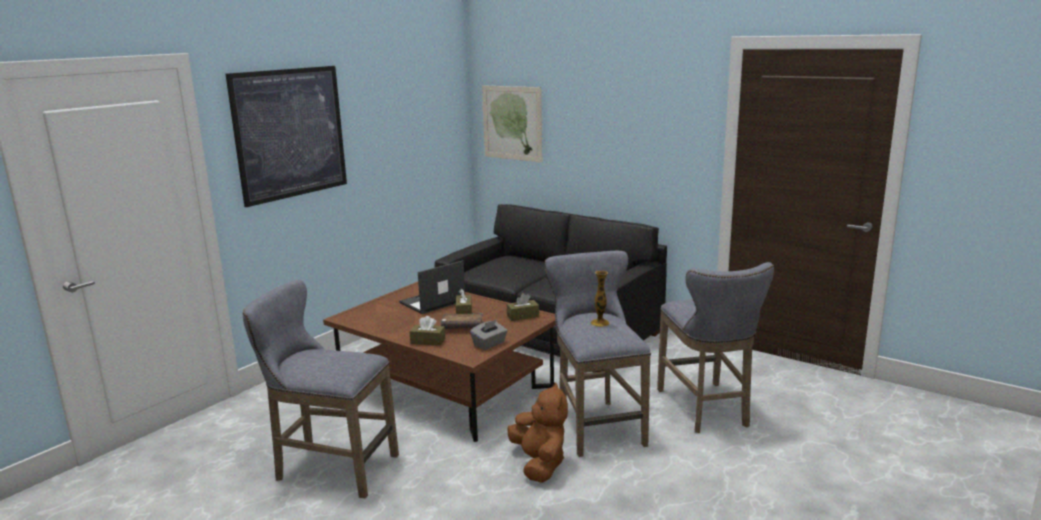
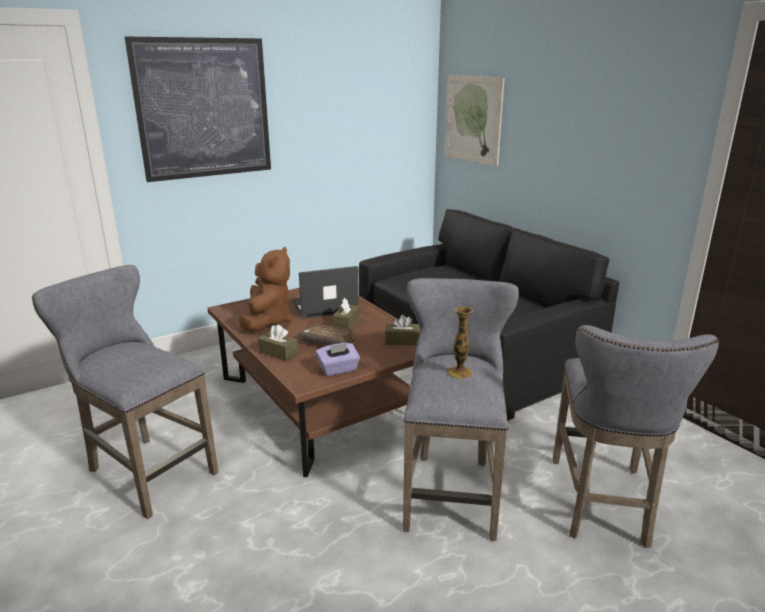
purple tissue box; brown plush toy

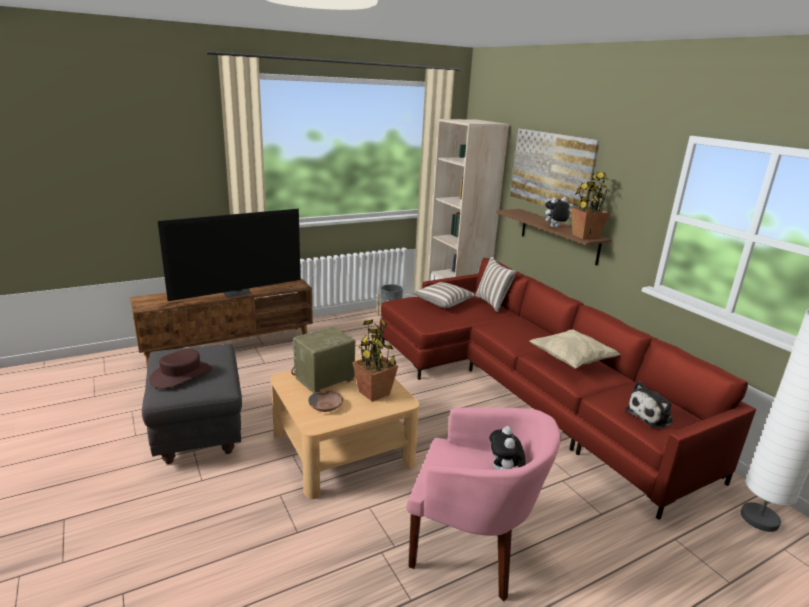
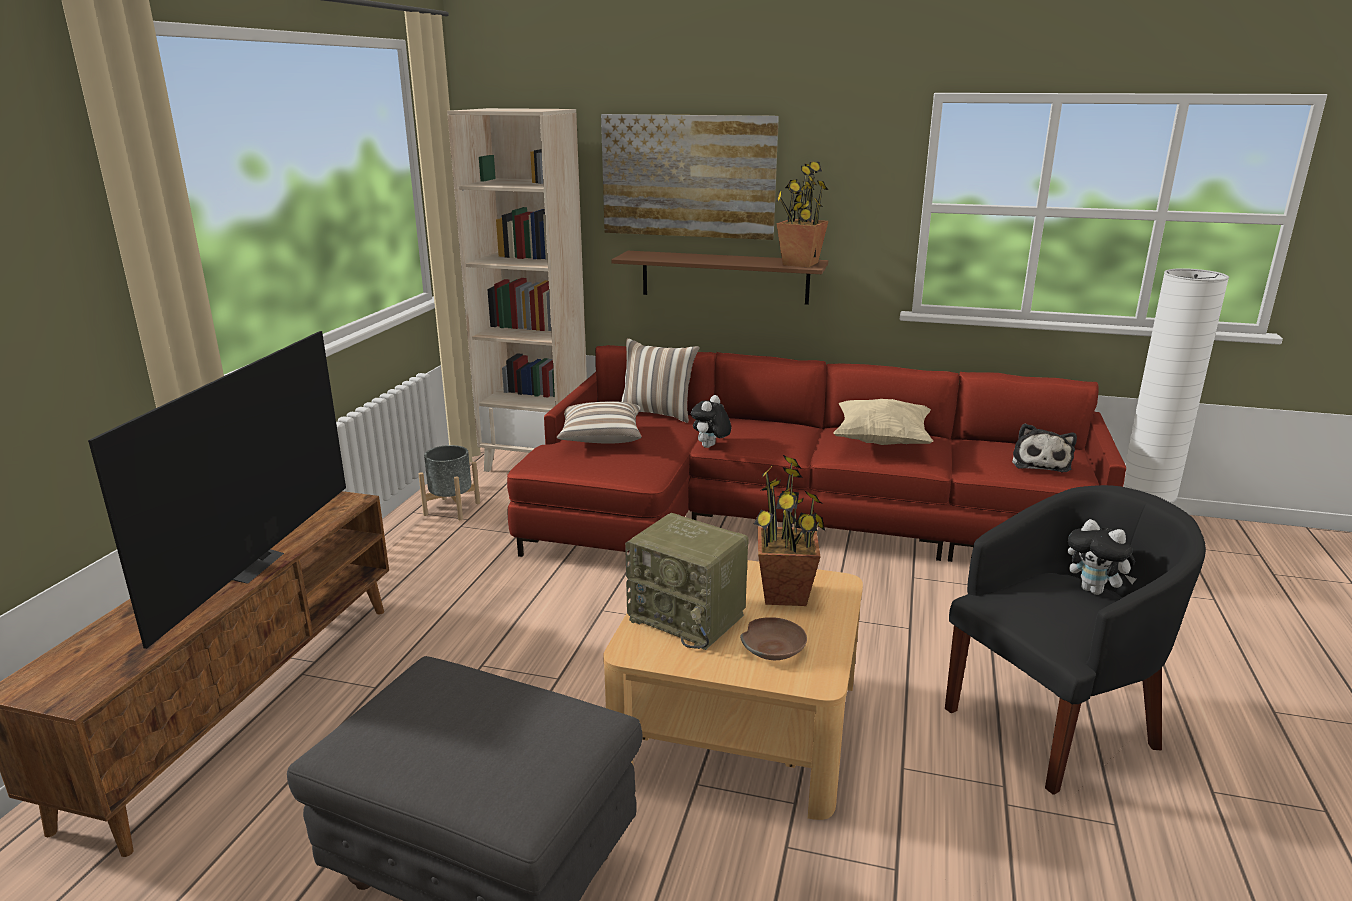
brown hat; radio; black armchair; plush toy (no. 1 from left)

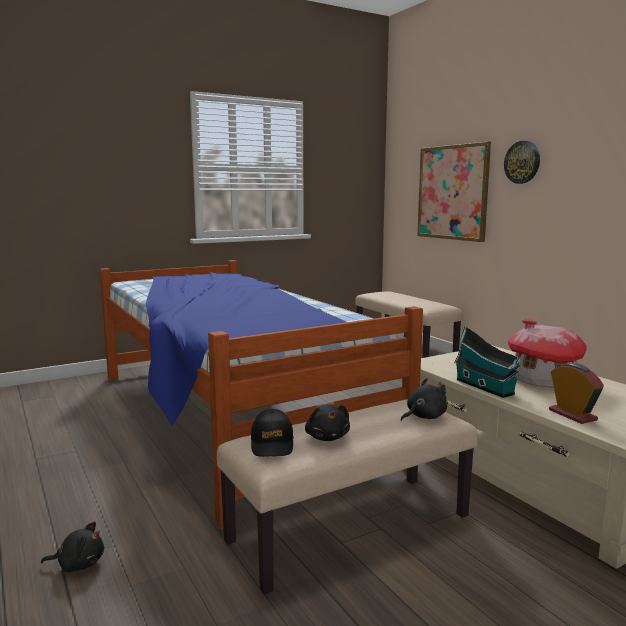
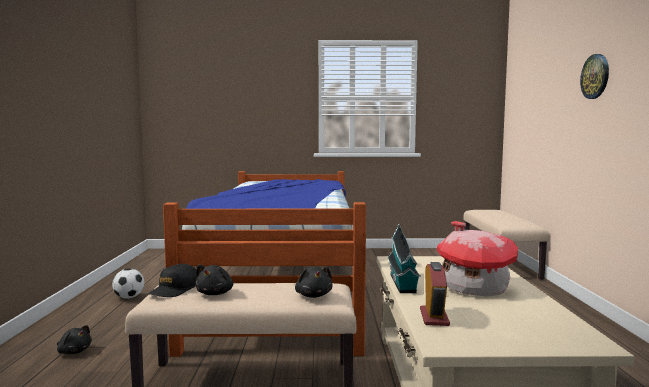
black plush toy (no. 3 from left); picture; football

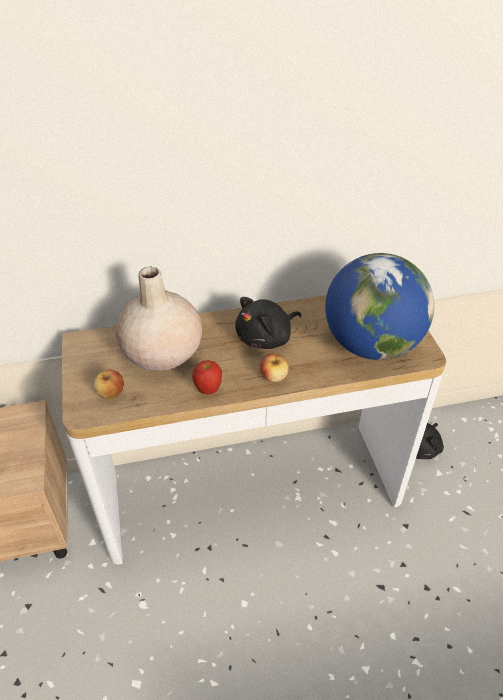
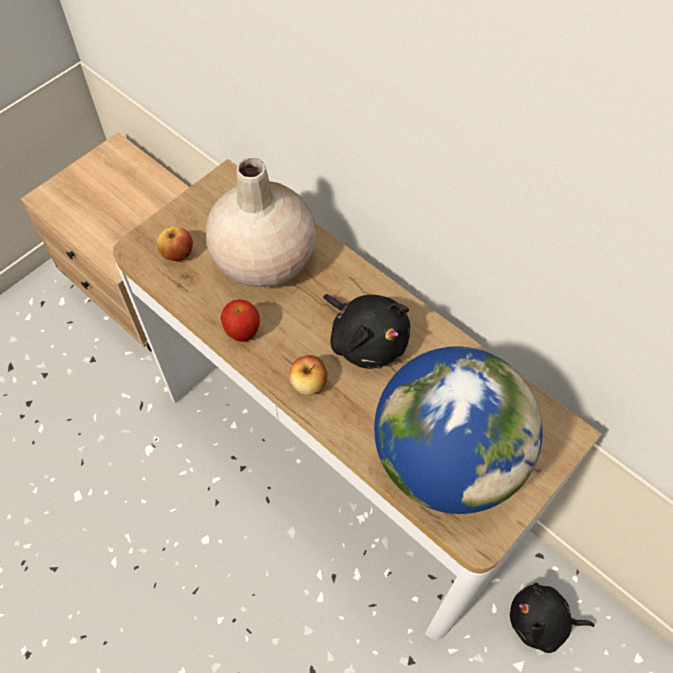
black plush toy (no. 1 from left)

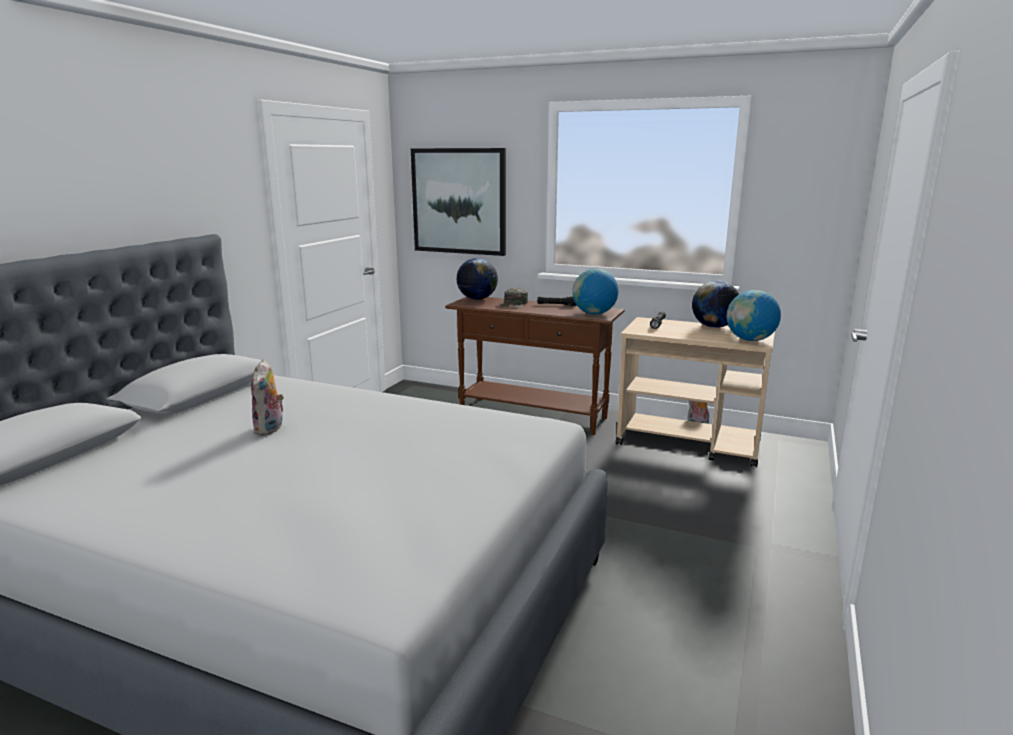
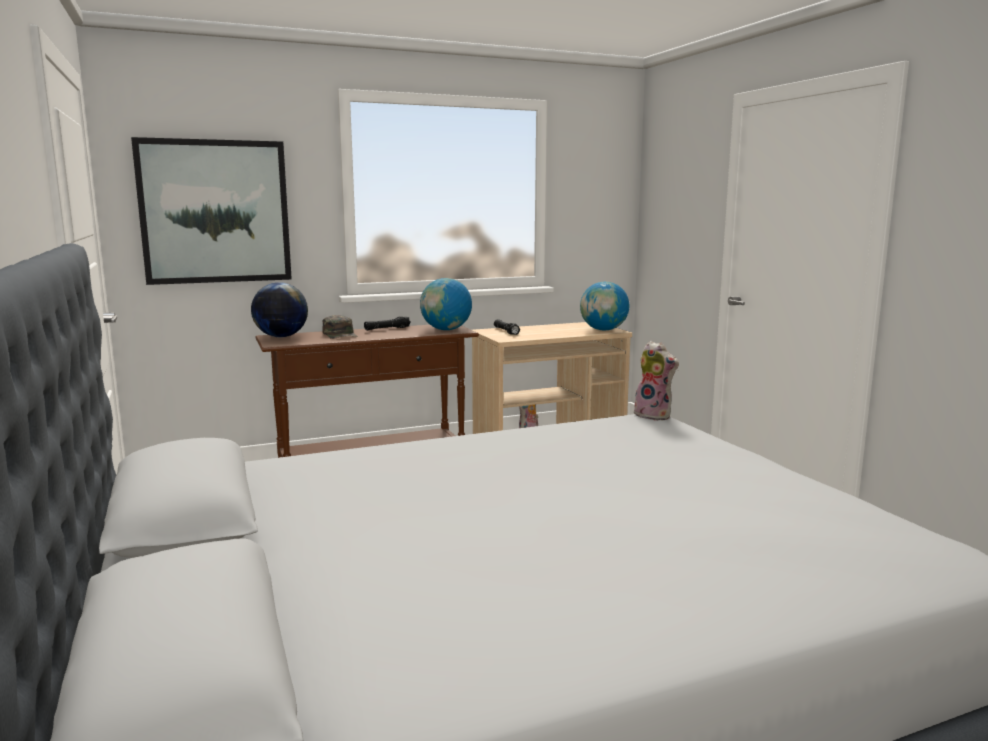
plush toy (no. 2 from left); globe (no. 3 from left in the first image)

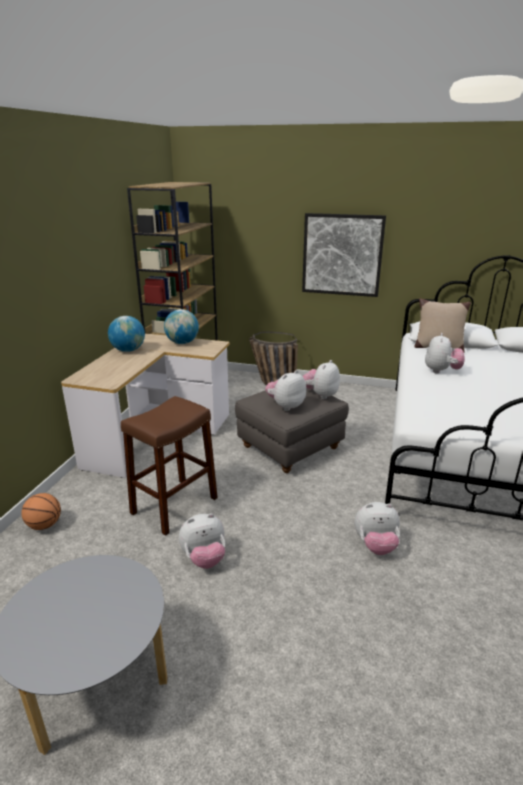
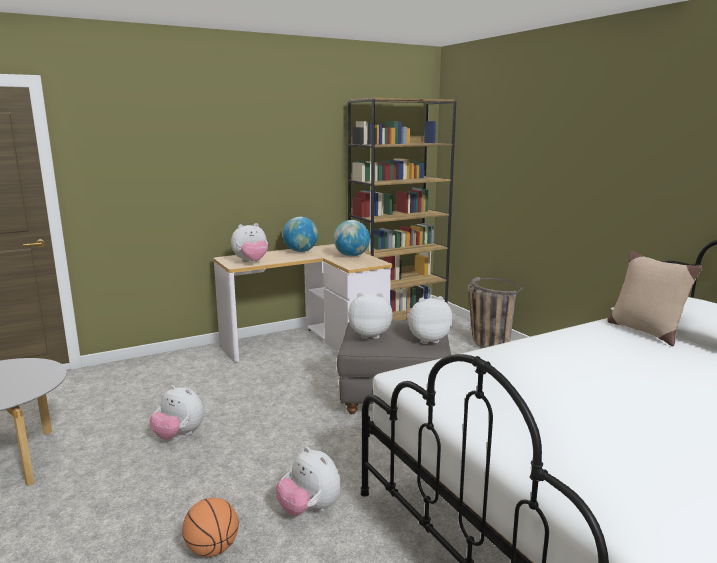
basketball; brown stool; picture; plush toy (no. 2 from left)

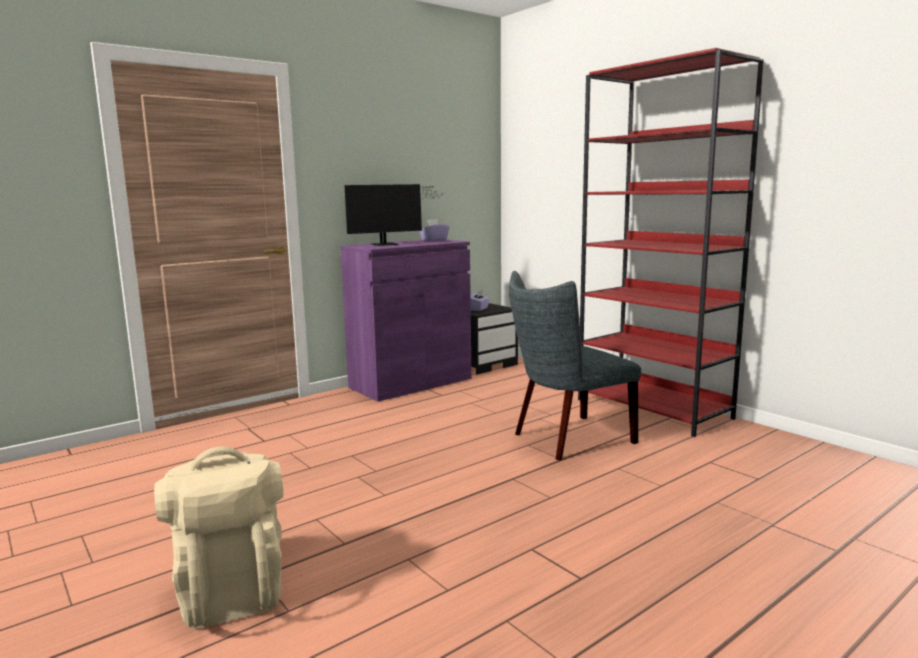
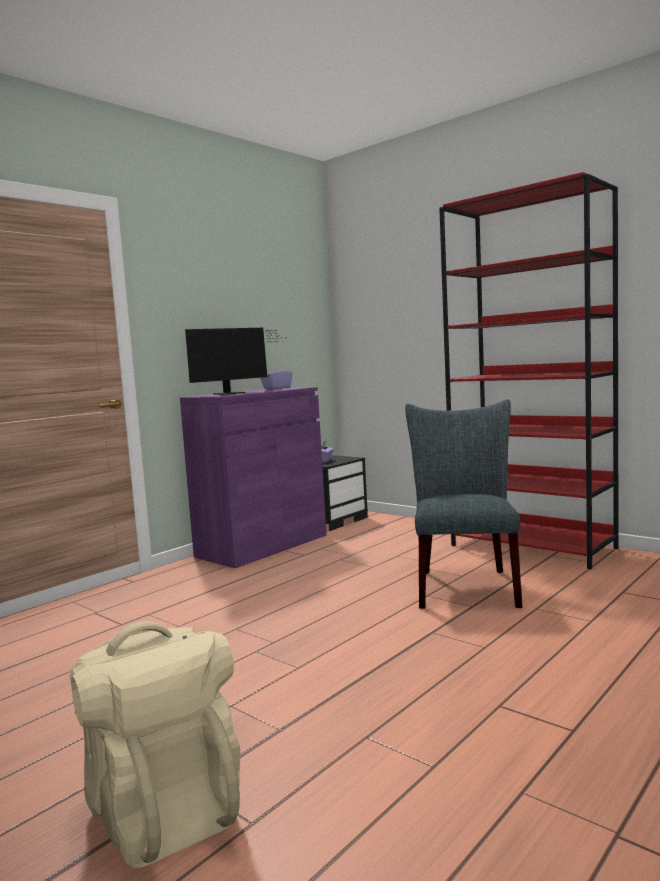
grey chair

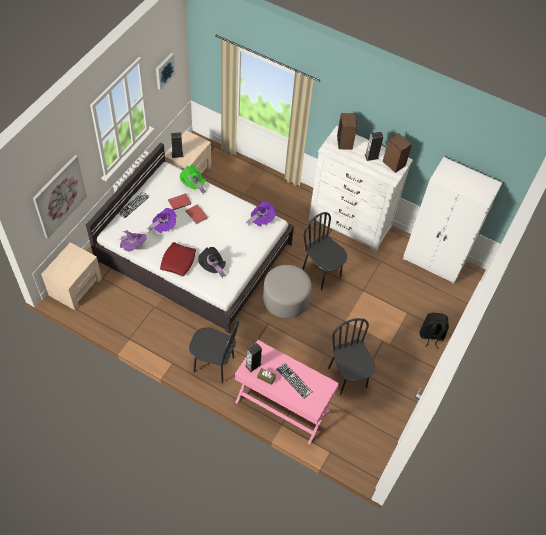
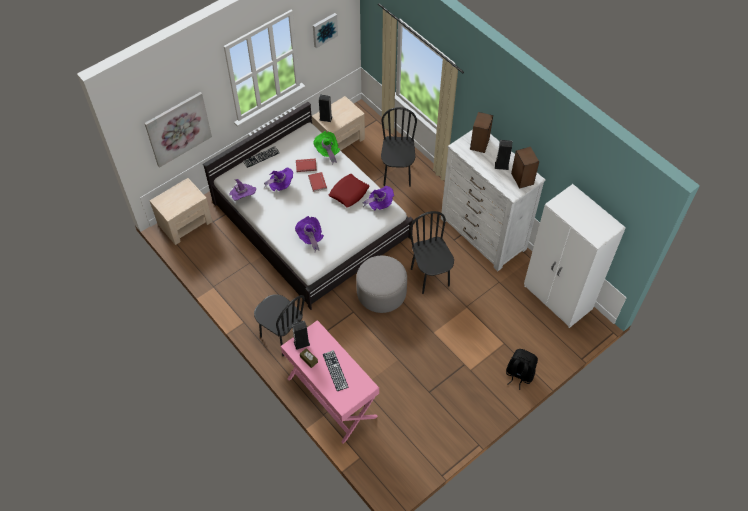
red pillow; purple hat (no. 3 from left); black chair (no. 2 from left)

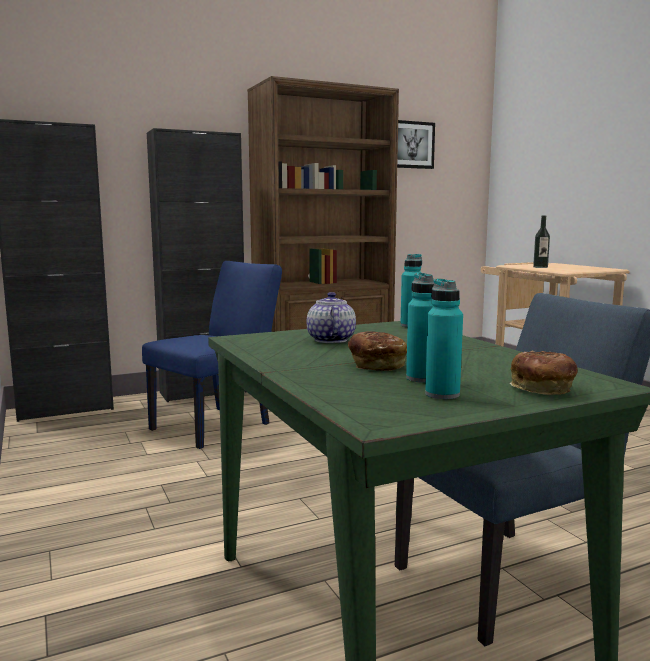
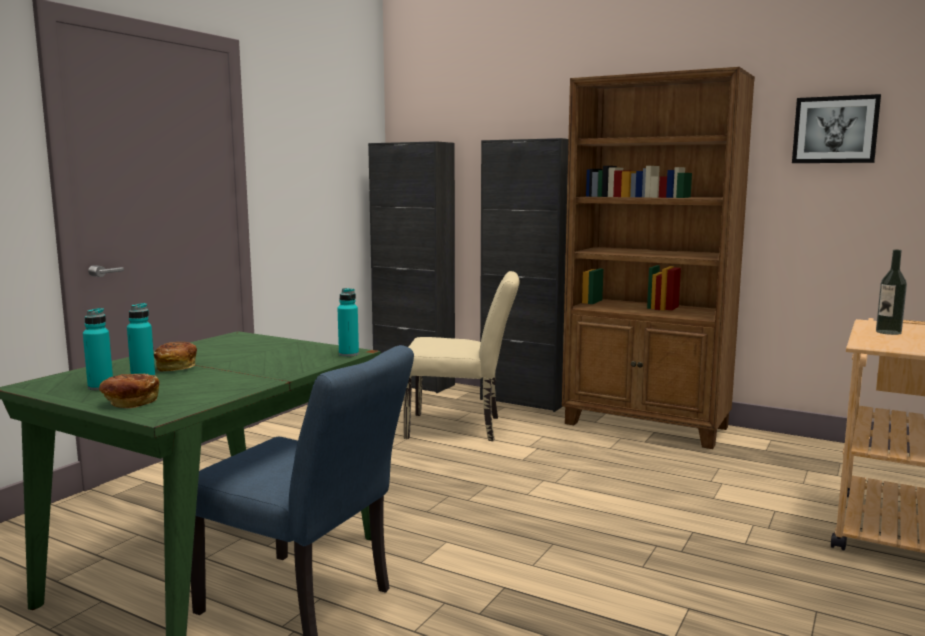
beige chair; teapot

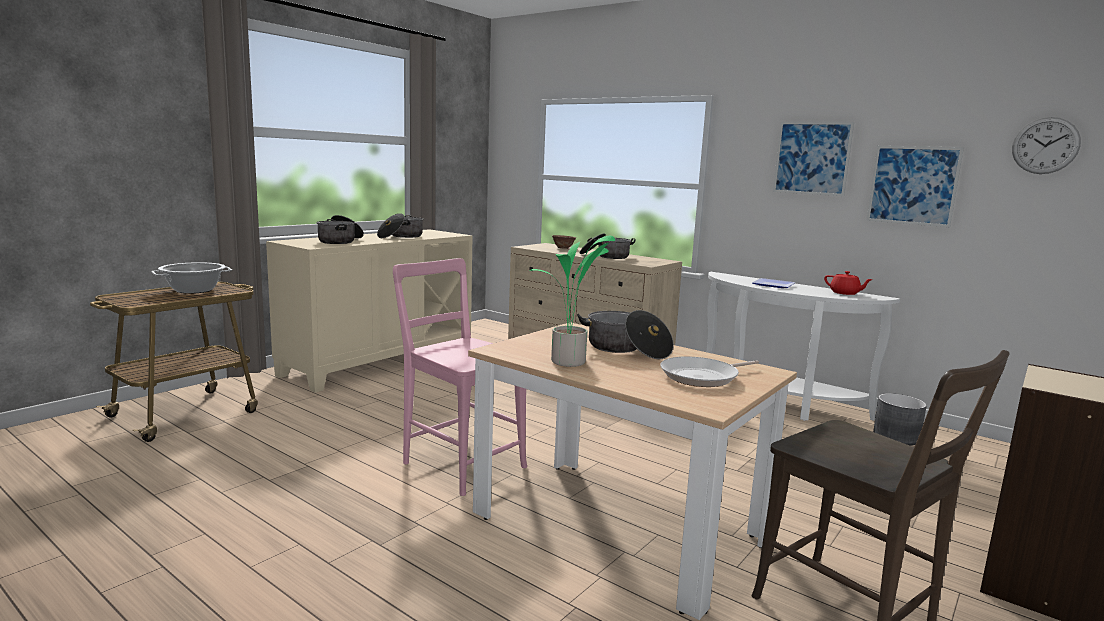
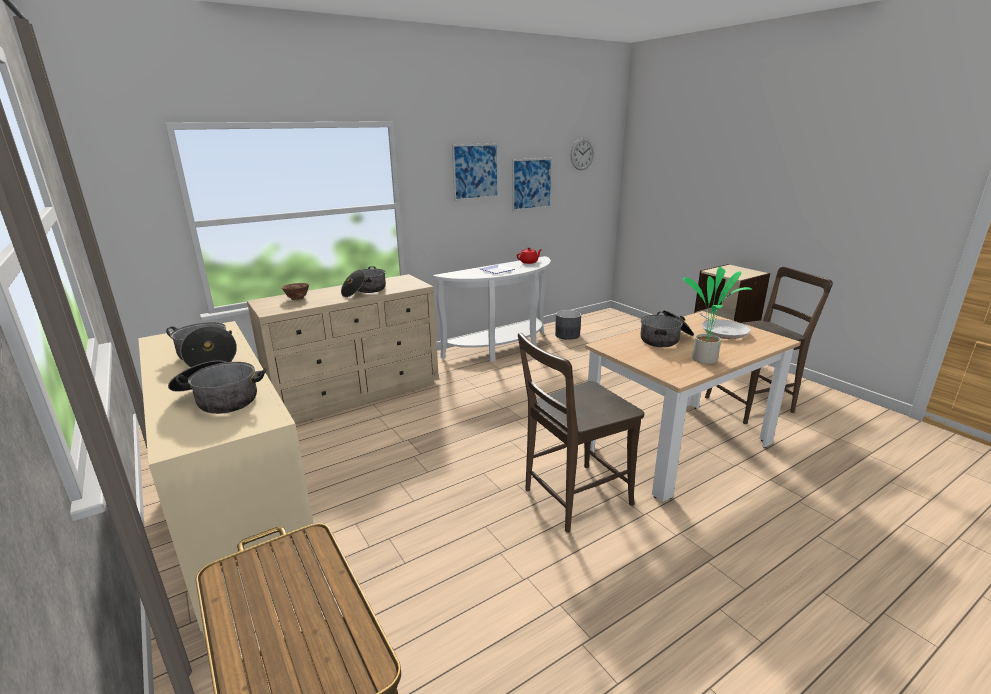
cooking pot (no. 1 from left in the first image); brown chair (no. 1 from left)

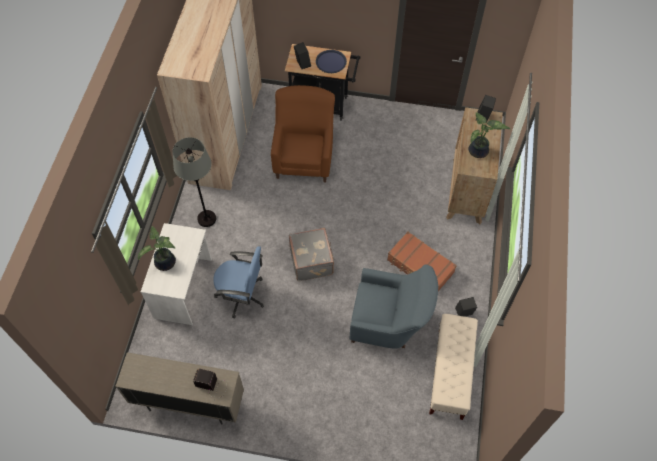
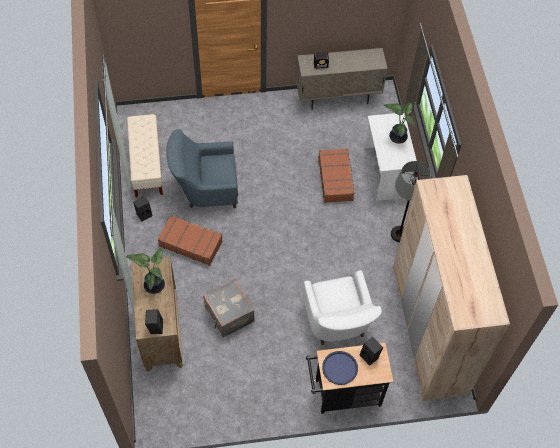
brown suitcase (no. 2 from left); white armchair; grey suitcase

